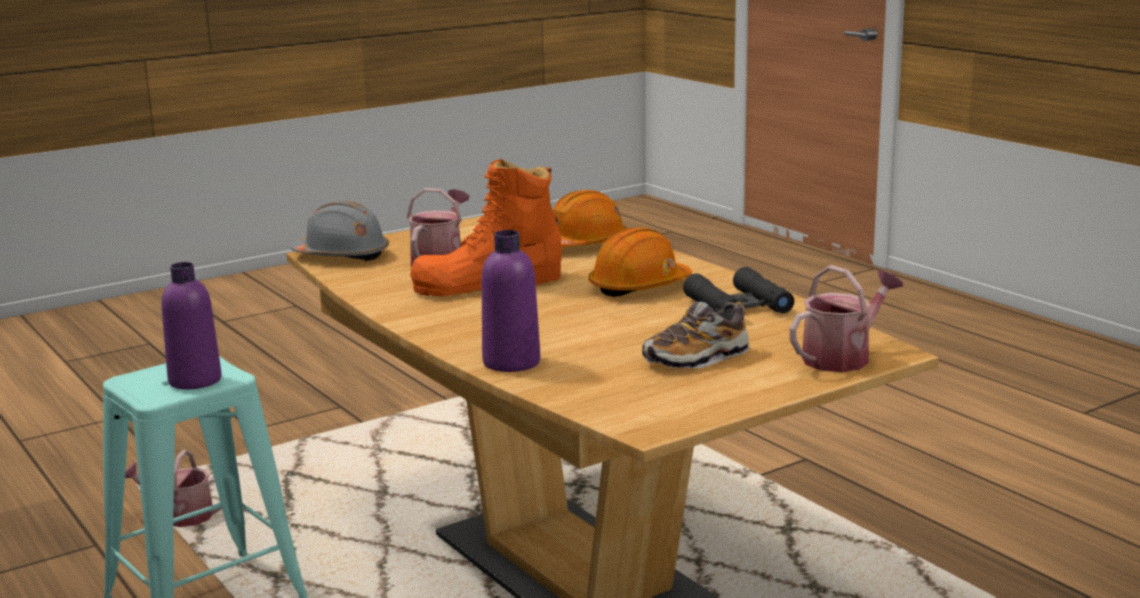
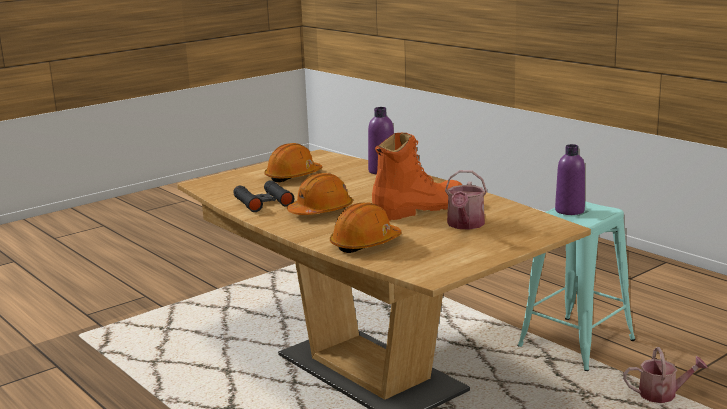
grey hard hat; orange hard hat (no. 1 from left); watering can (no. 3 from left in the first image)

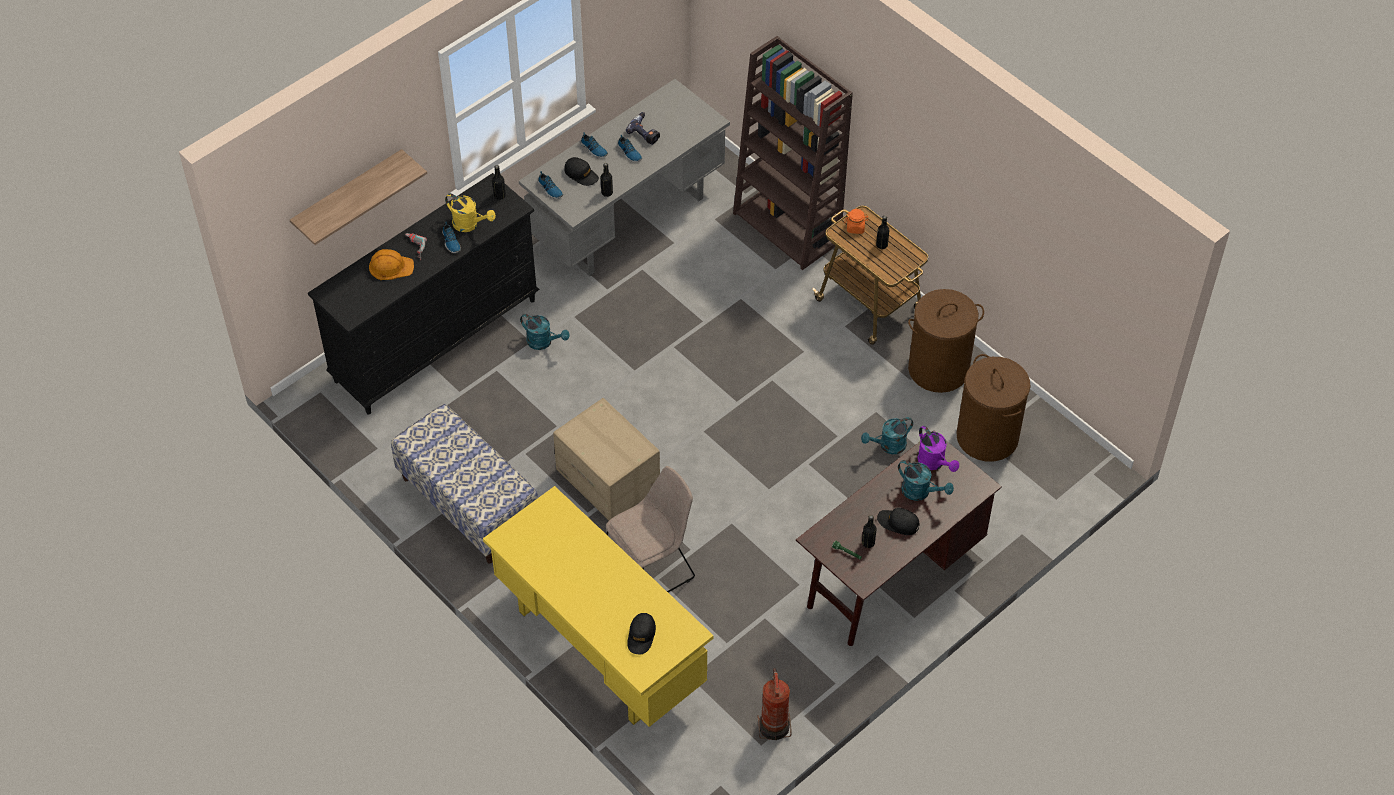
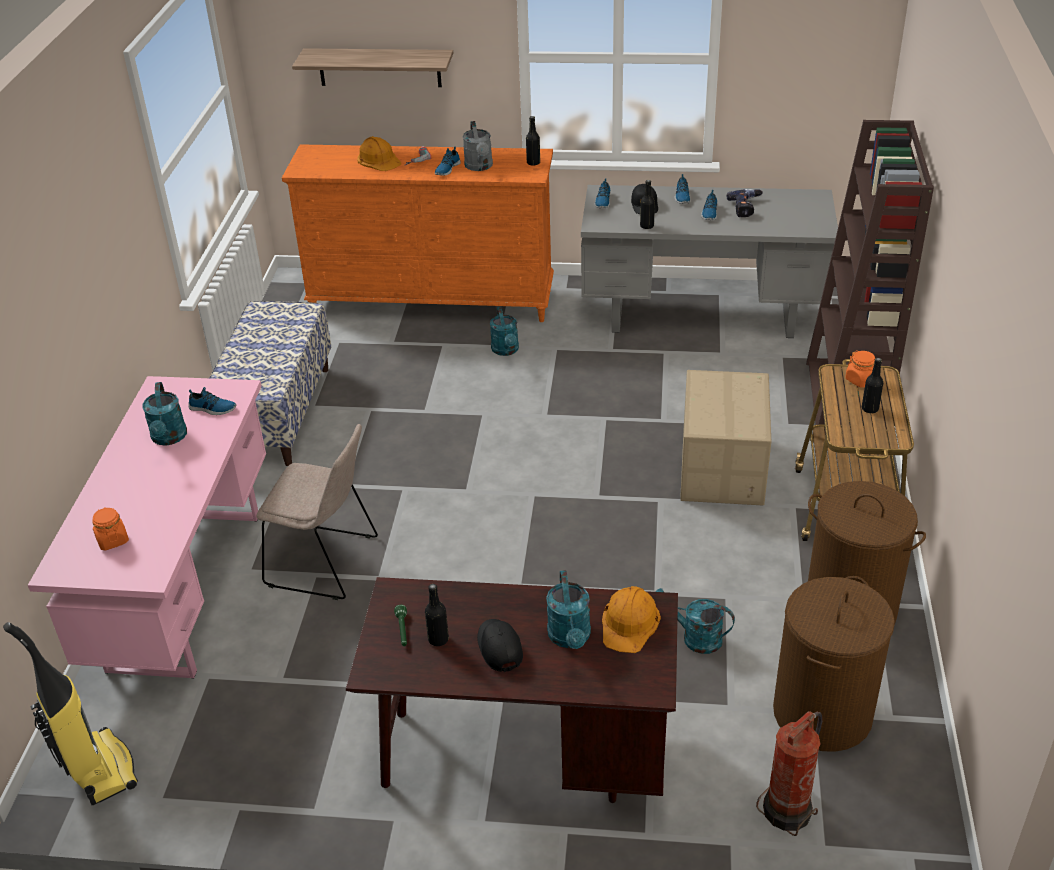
orange dresser; grey watering can; pink desk; cardboard box; orange jar (no. 1 from left); fire extinguisher; orange hard hat (no. 2 from left); vacuum cleaner; turquoise watering can (no. 1 from left); shoe (no. 1 from left)

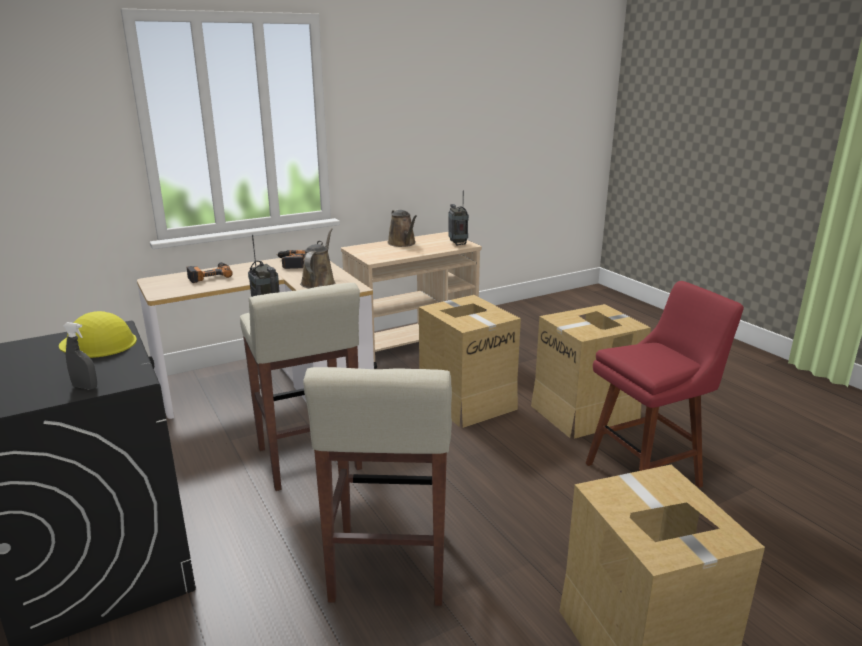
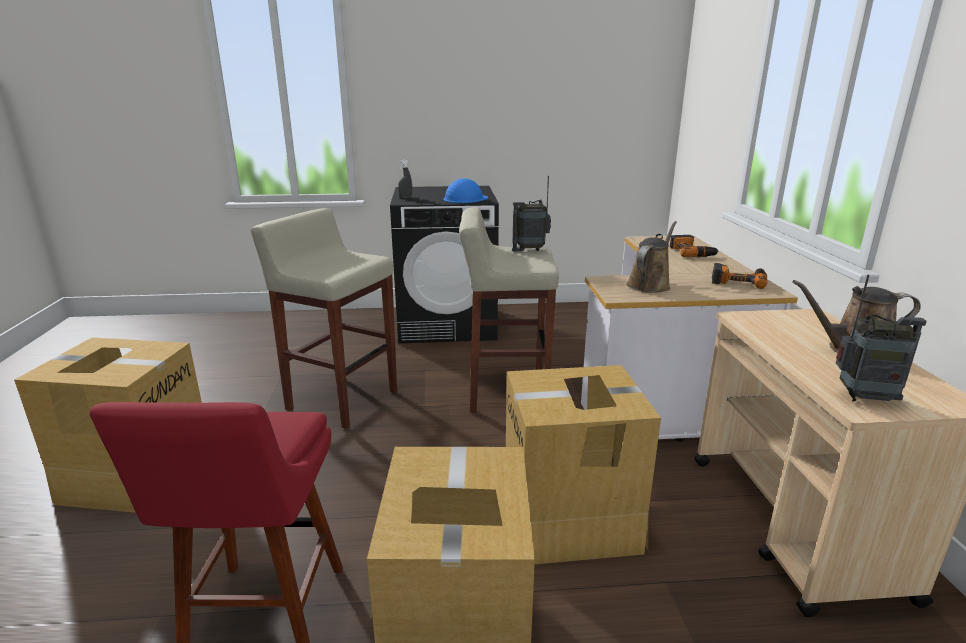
blue hard hat; brown watering can (no. 1 from left)

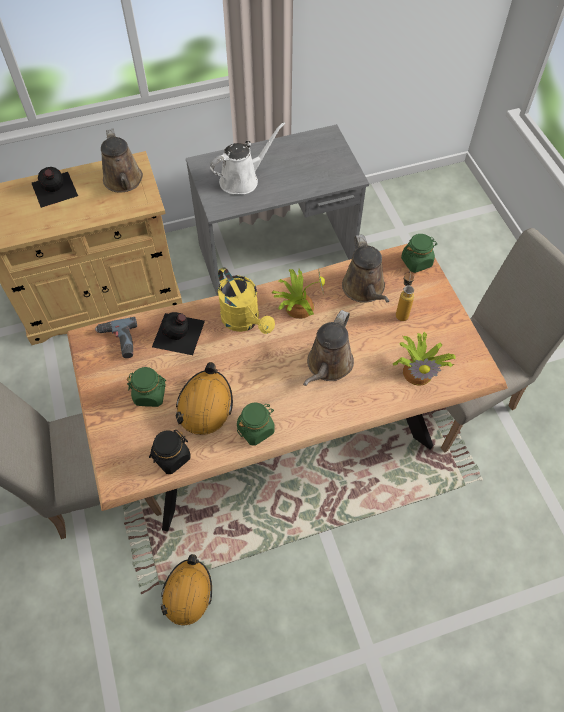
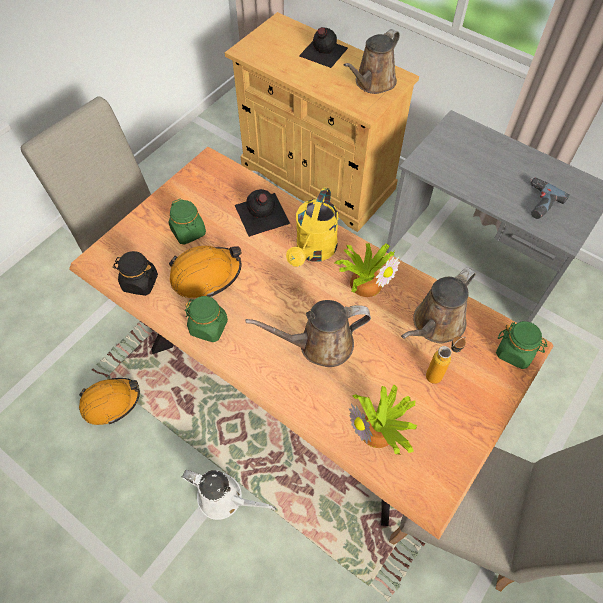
power drill; white watering can

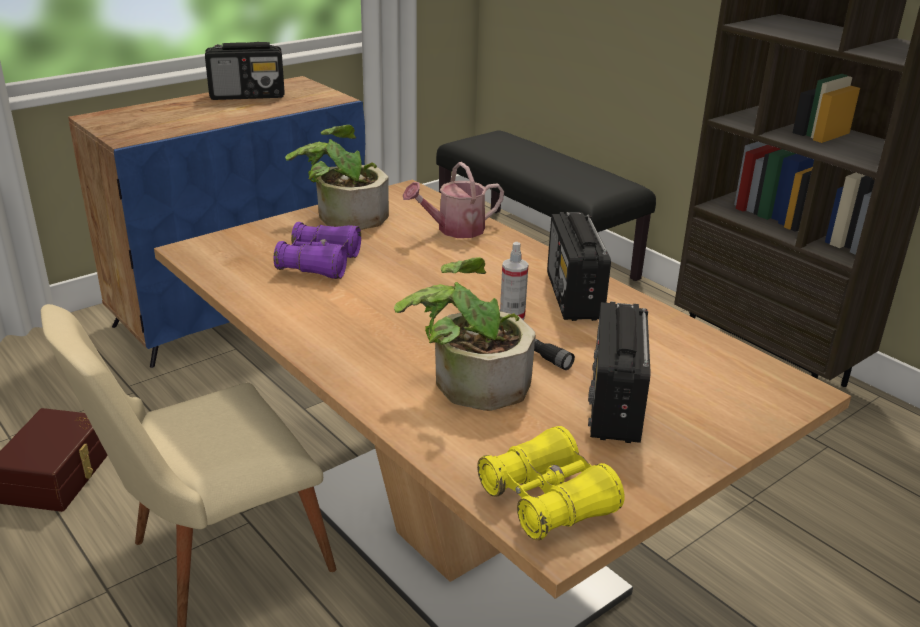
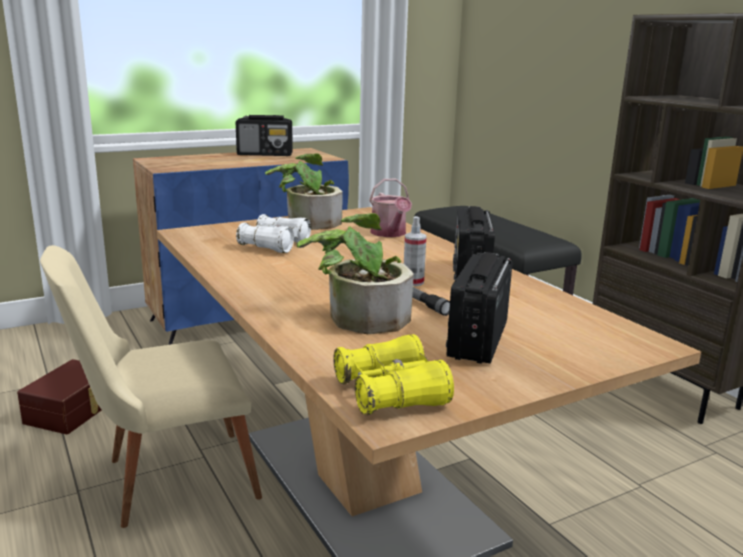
white binoculars; watering can

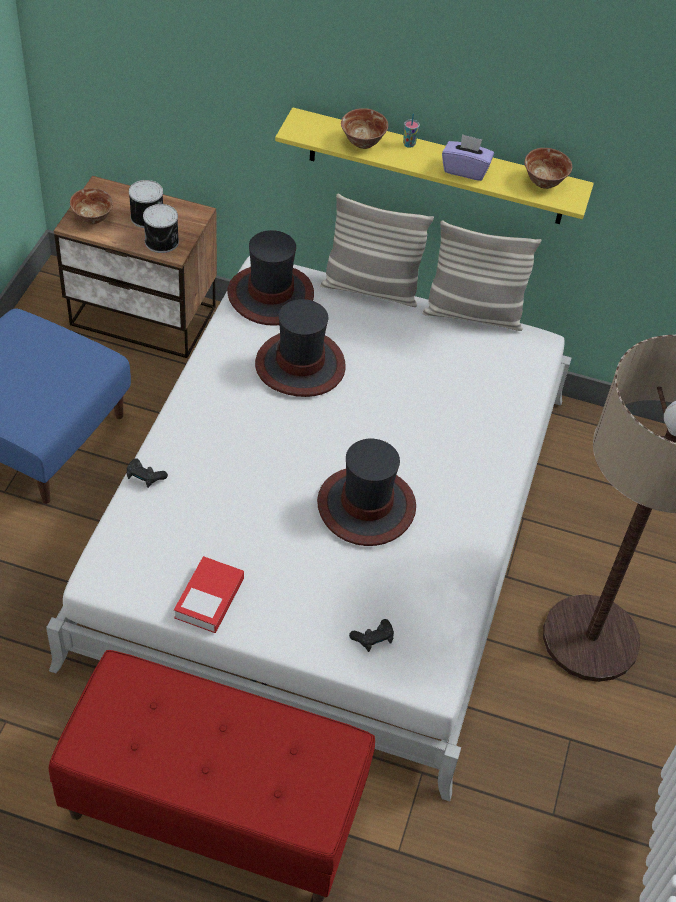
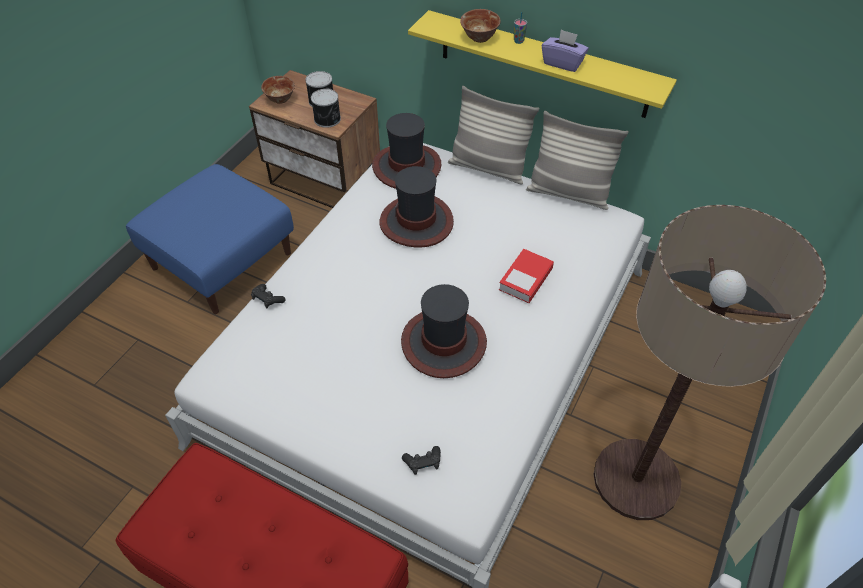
book; bowl (no. 3 from left in the first image)

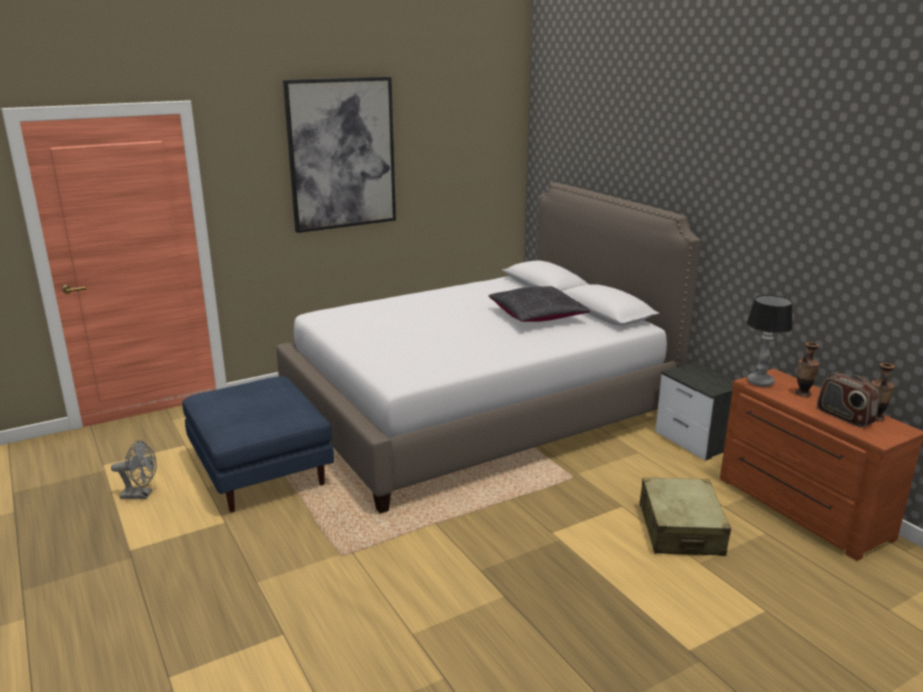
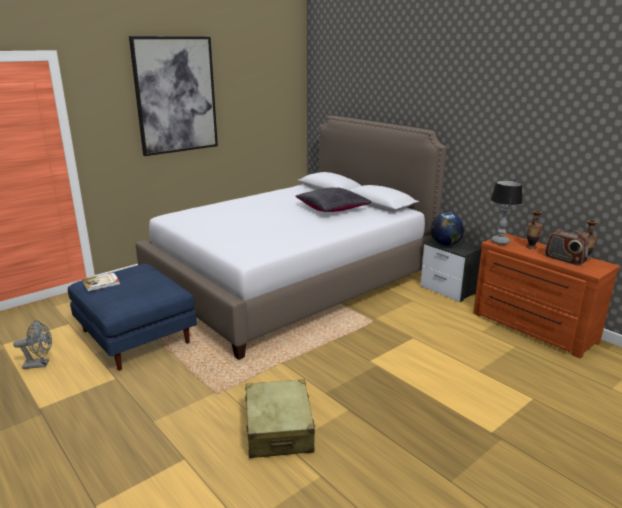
beige suitcase; book; globe

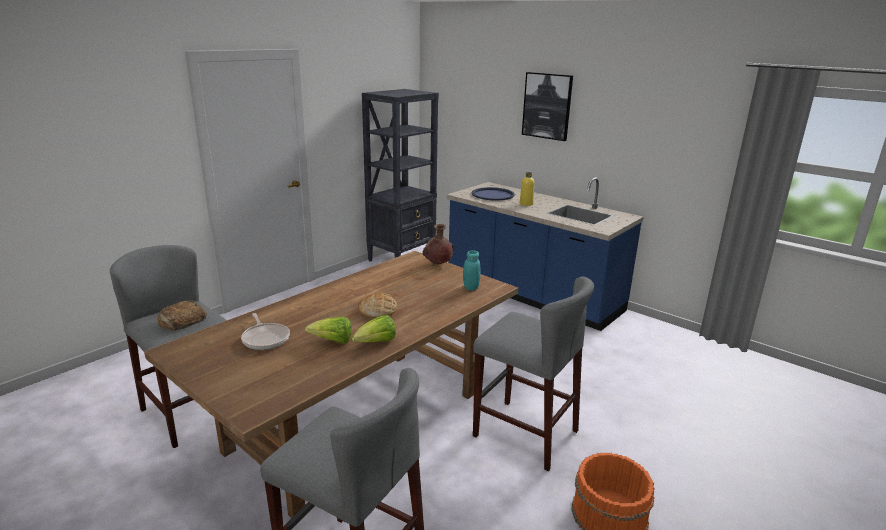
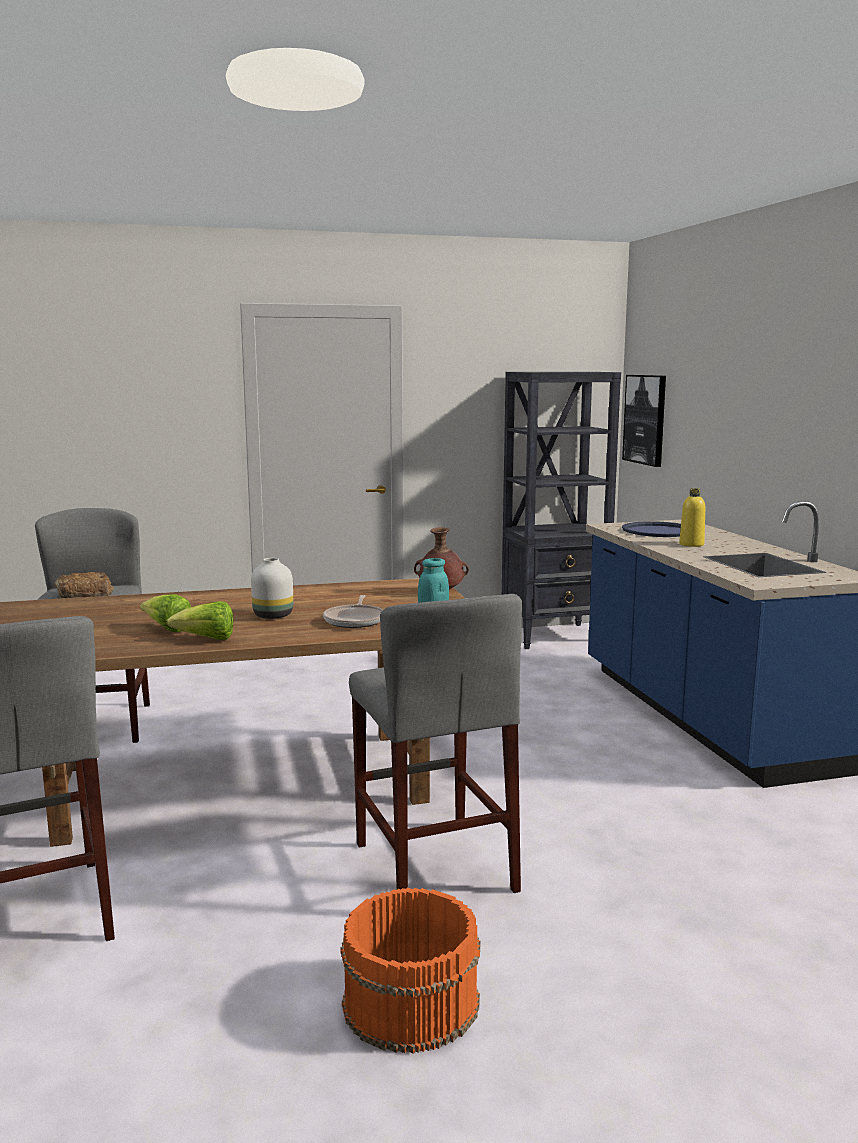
frying pan; white vase; picture

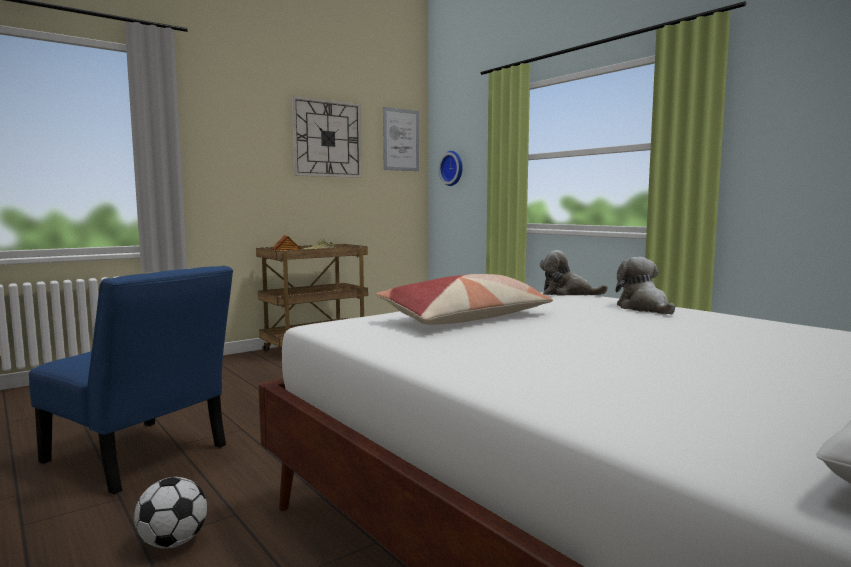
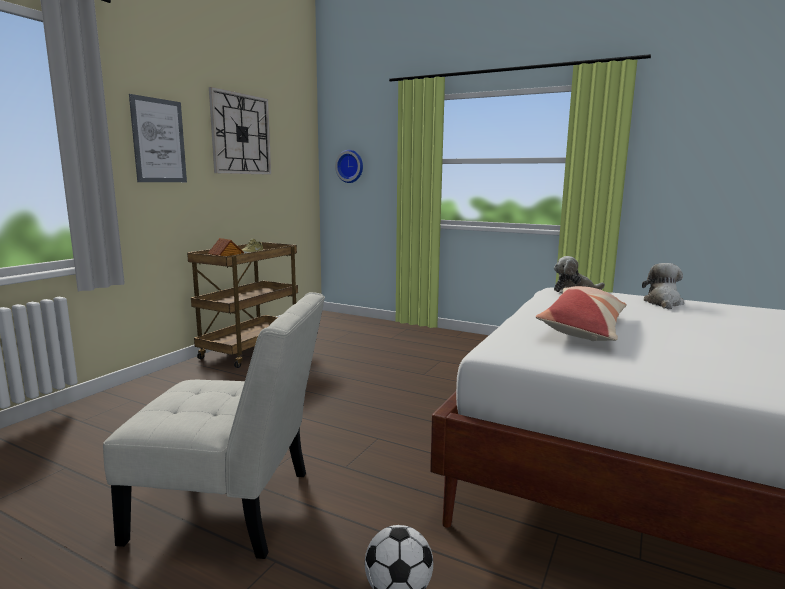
white chair; picture; plush toy (no. 2 from left)

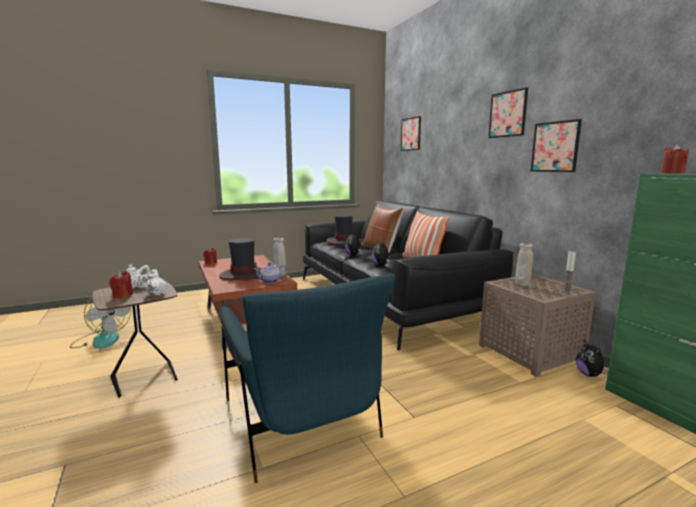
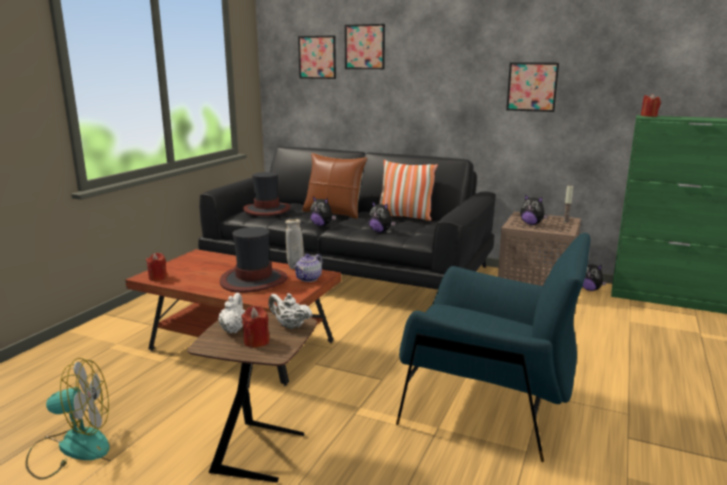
picture (no. 2 from left); plush toy (no. 3 from left)

